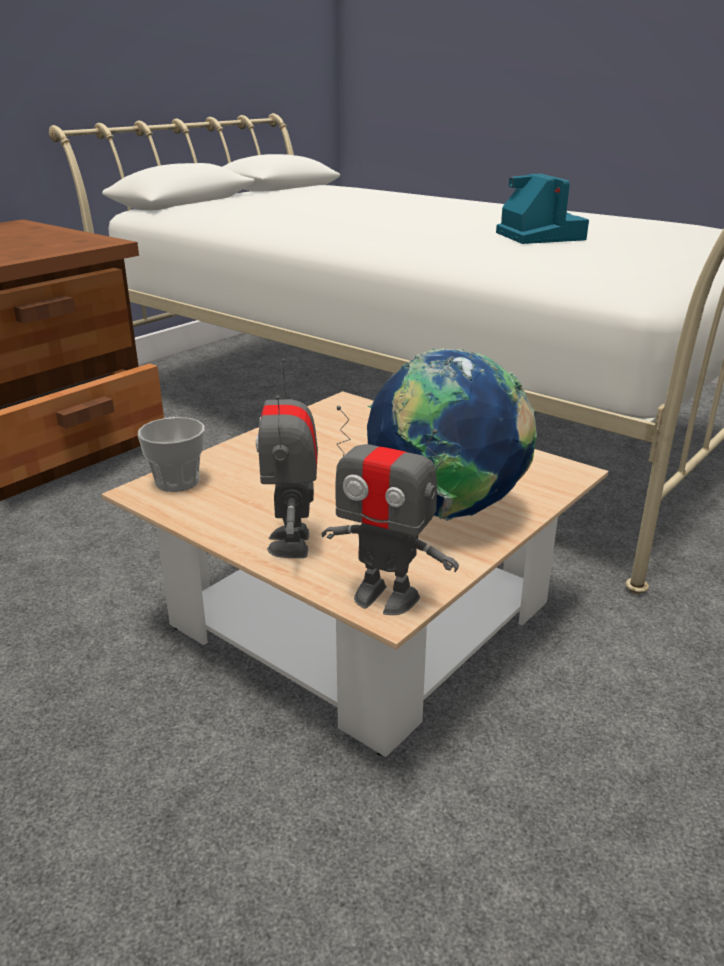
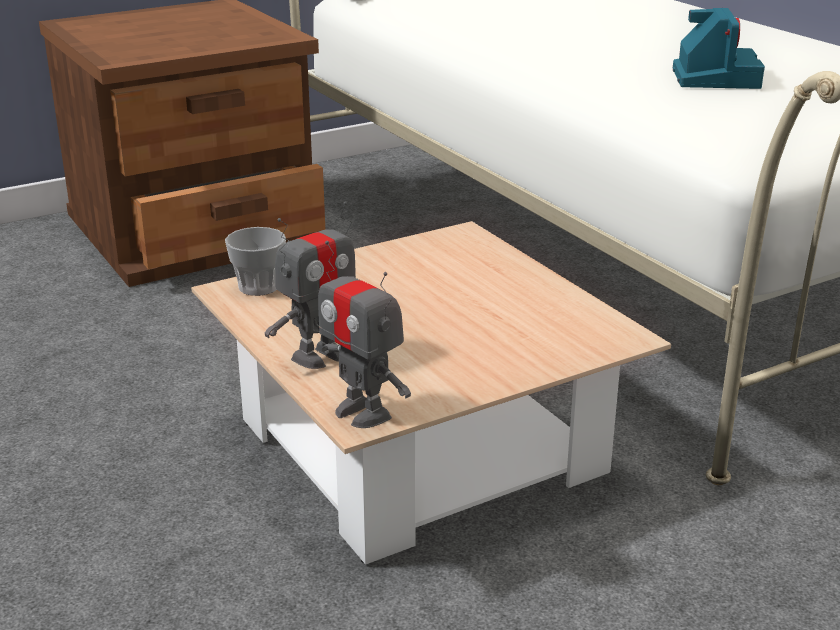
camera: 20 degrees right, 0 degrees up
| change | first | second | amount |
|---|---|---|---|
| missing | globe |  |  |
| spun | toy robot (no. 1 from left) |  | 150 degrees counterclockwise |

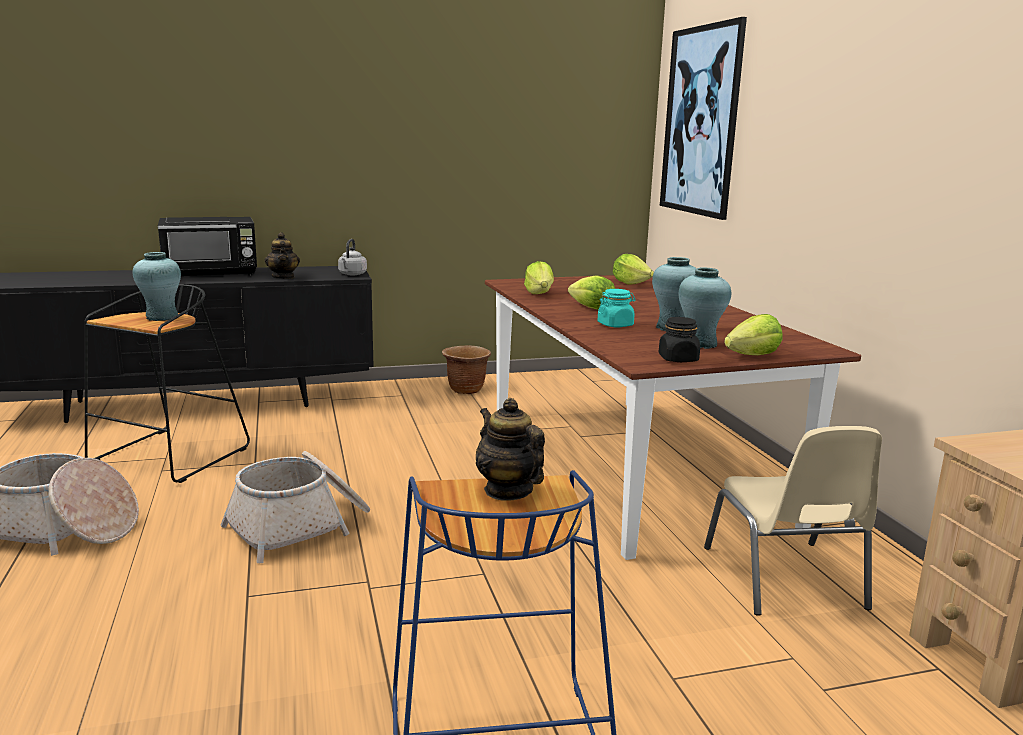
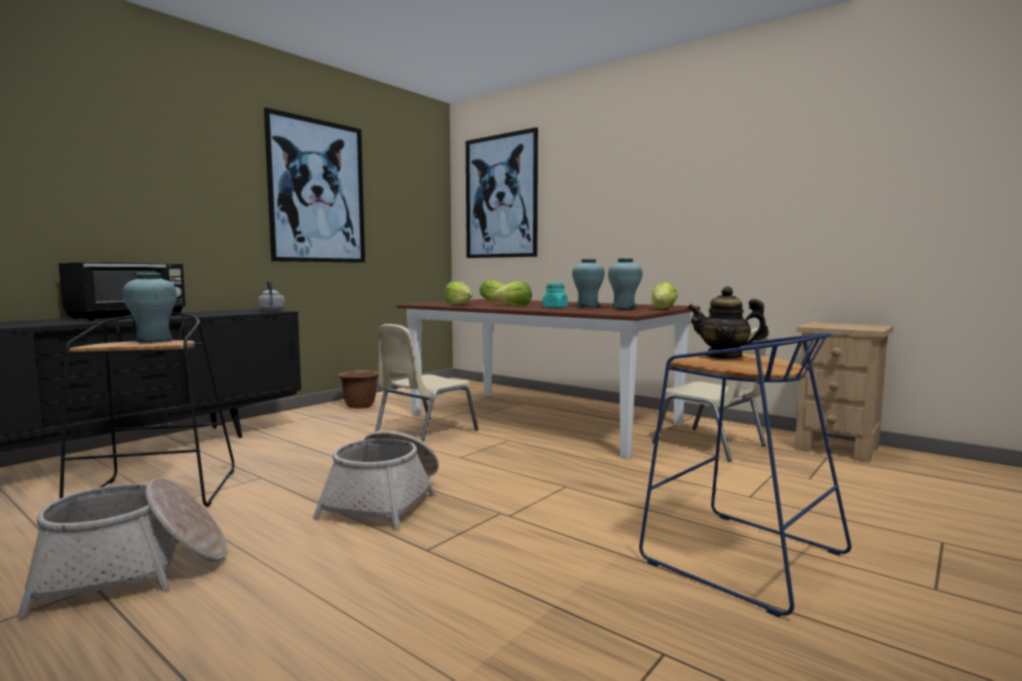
camera: 35 degrees left, 10 degrees down
| change | first | second | amount |
|---|---|---|---|
| missing | teapot (no. 1 from left) |  |  |
| missing | black jar |  |  |
| appeared |  | picture (no. 1 from left) |  |
| appeared |  | beige chair (no. 1 from left) |  |

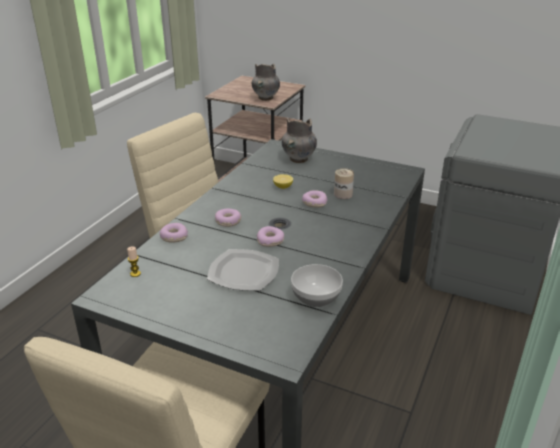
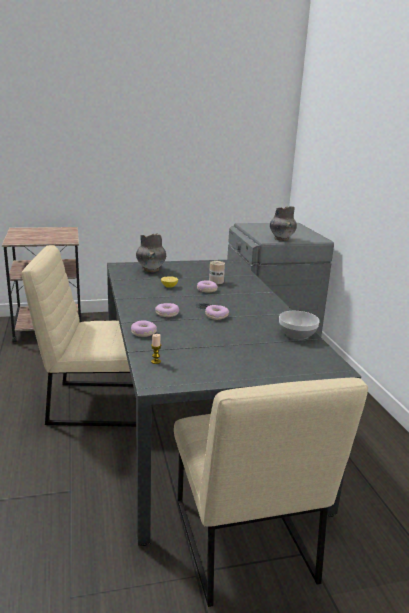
camera: 40 degrees left, 10 degrees down
| change | first | second | amount |
|---|---|---|---|
| relocated | grey vase (no. 1 from left in the first image) | grey vase (no. 2 from left) |  |
| missing | plate |  |  |

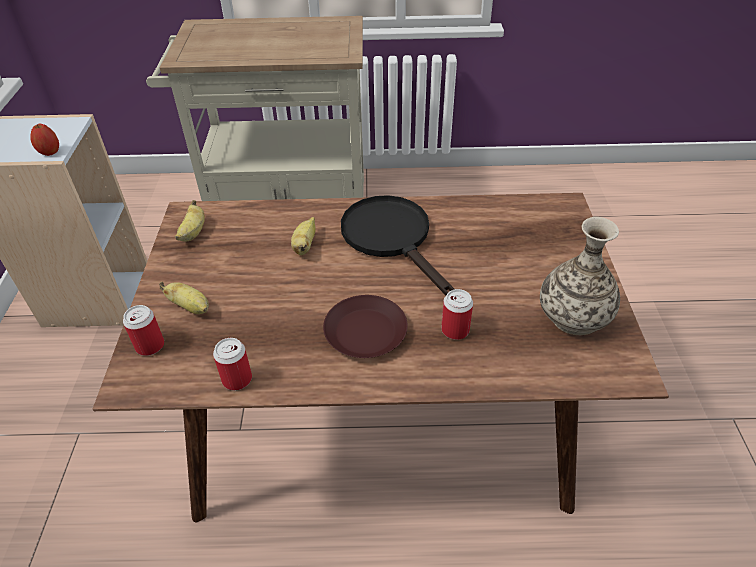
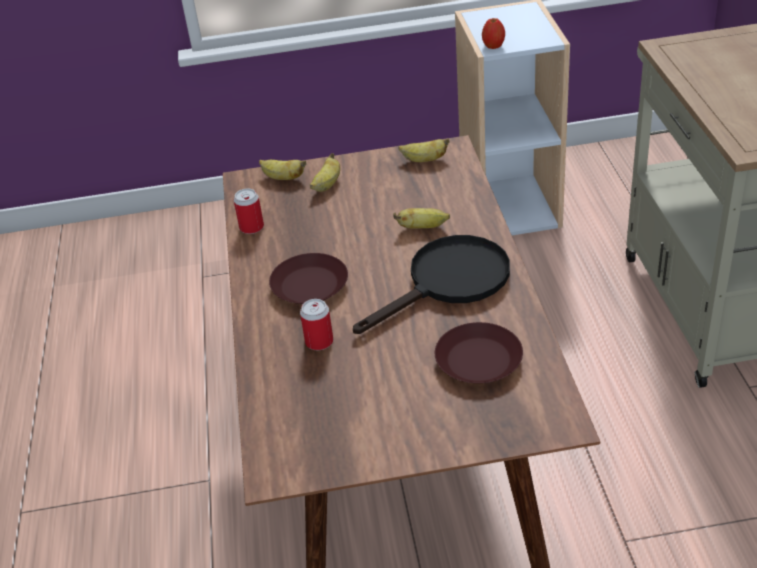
camera: 85 degrees right, 5 degrees down
| change | first | second | amount |
|---|---|---|---|
| missing | vase |  |  |
| exchanged | can (no. 1 from left) | banana (no. 1 from left) |  |
| appeared |  | brown plate (no. 2 from left) |  |

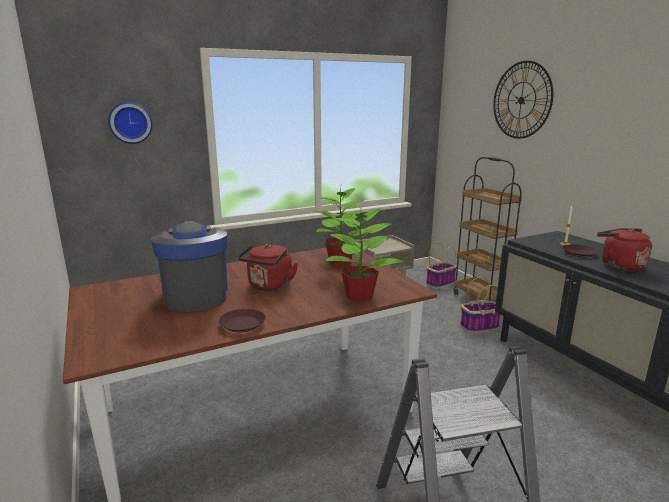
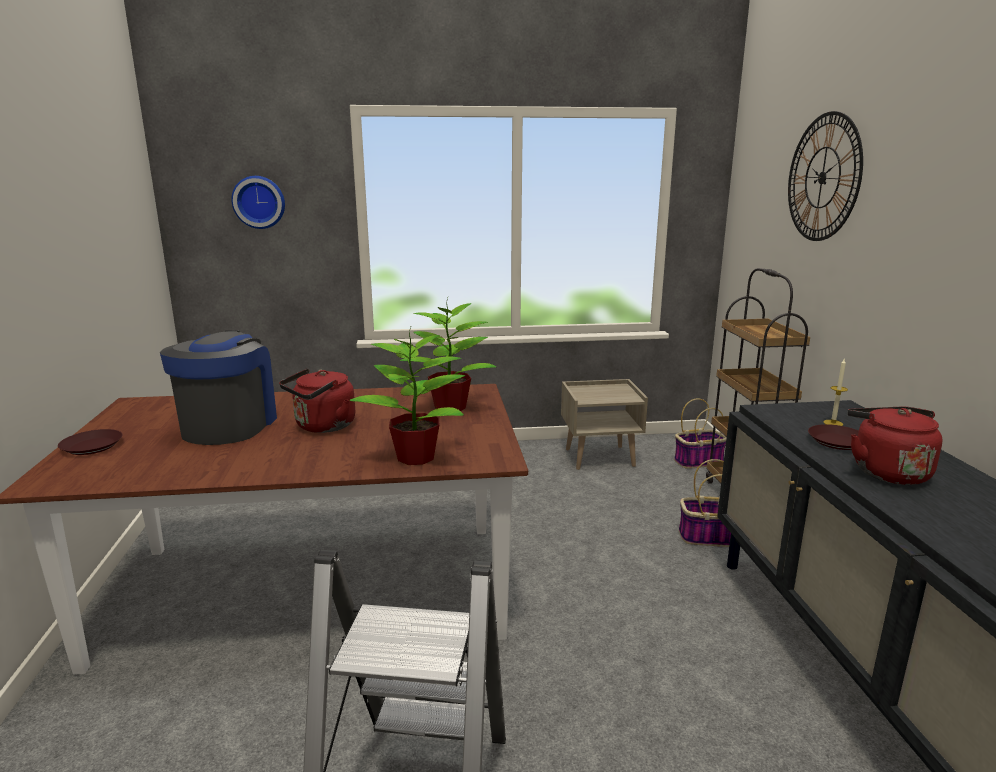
camera: 20 degrees right, 0 degrees up
| change | first | second | amount |
|---|---|---|---|
| relocated | brown plate (no. 1 from left) |  |  |

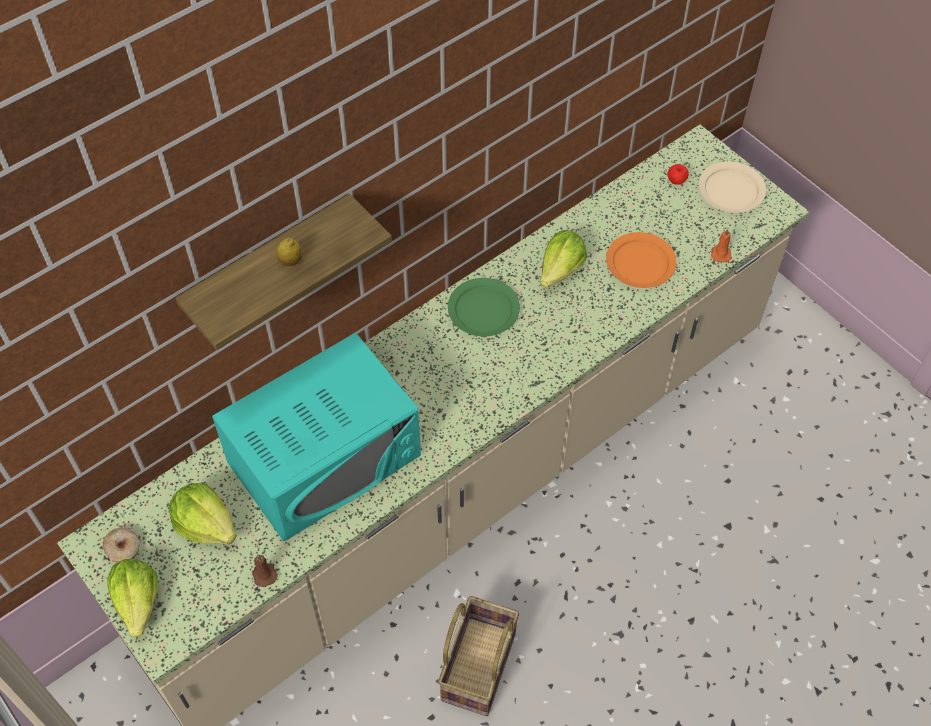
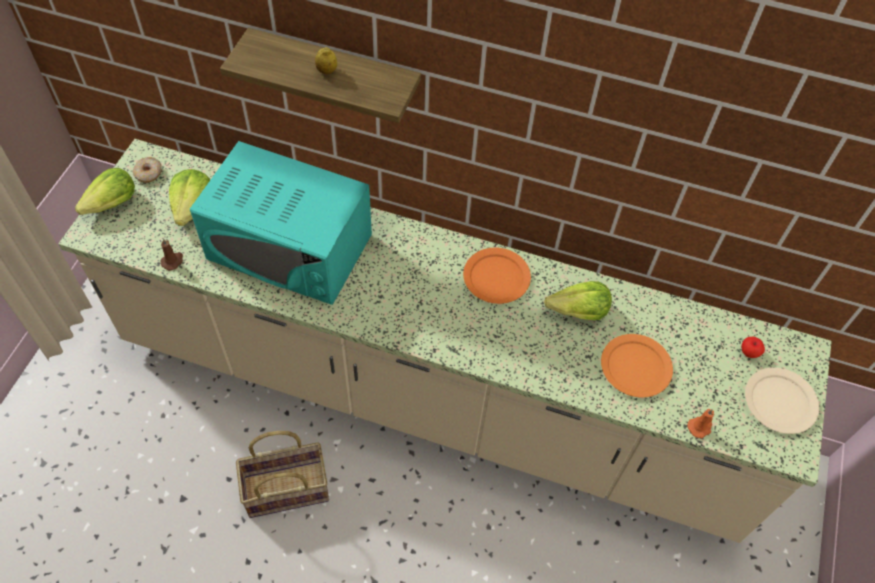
camera: 55 degrees right, 0 degrees up
| change | first | second | amount |
|---|---|---|---|
| colour | green plate | orange plate (no. 1 from left) |  |

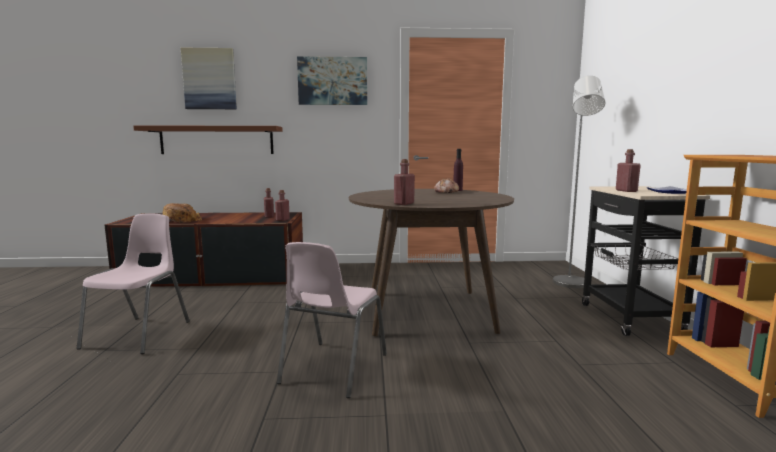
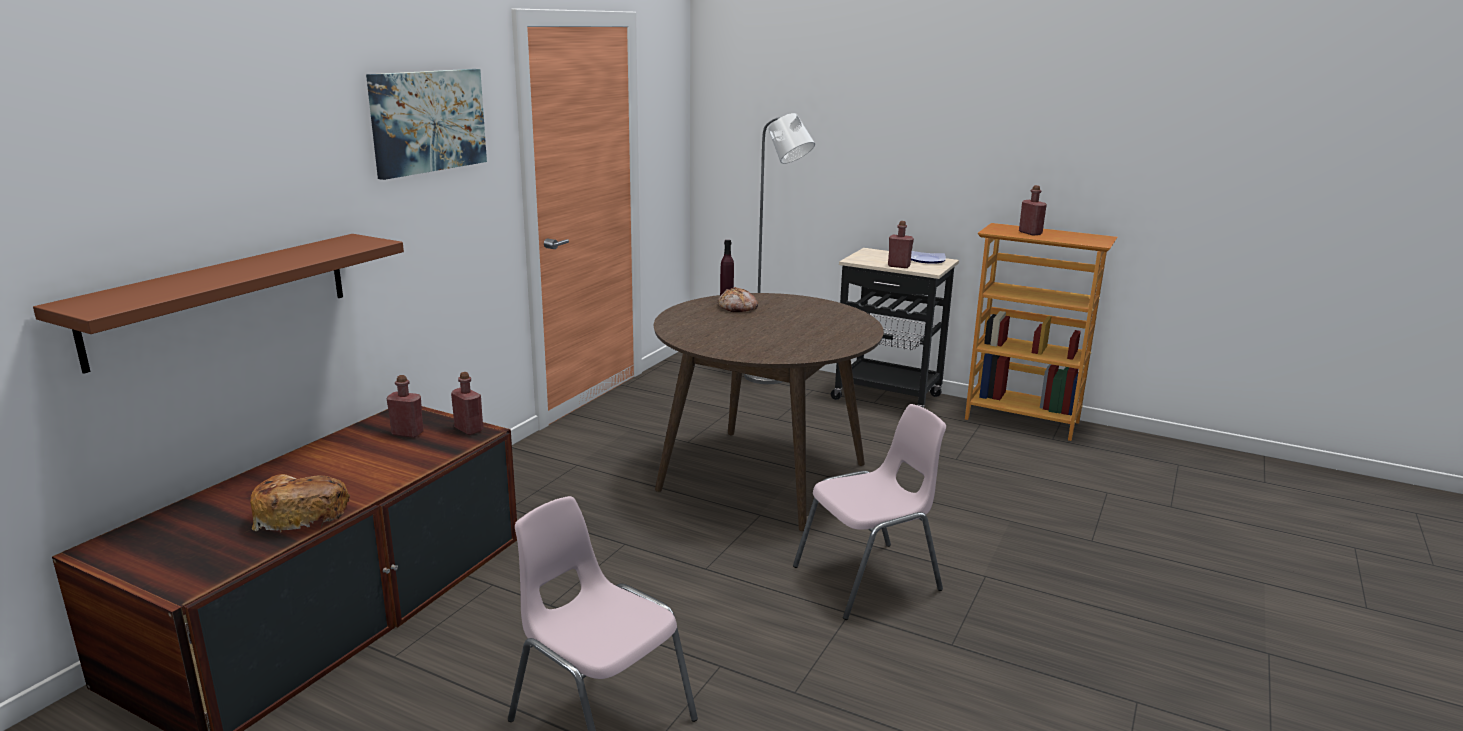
camera: 60 degrees left, 10 degrees up
| change | first | second | amount |
|---|---|---|---|
| missing | picture (no. 1 from left) |  |  |
| relocated | red bottle (no. 3 from left in the first image) | red bottle (no. 4 from left) |  |
| spun | pink chair (no. 2 from left) |  | 75 degrees counterclockwise |

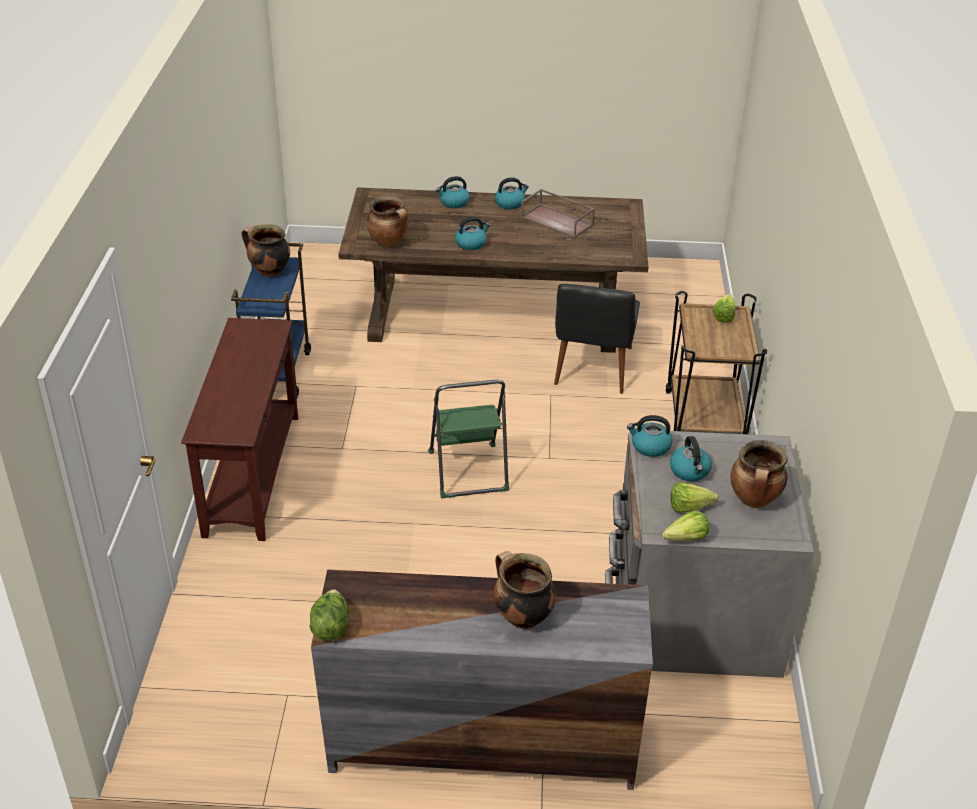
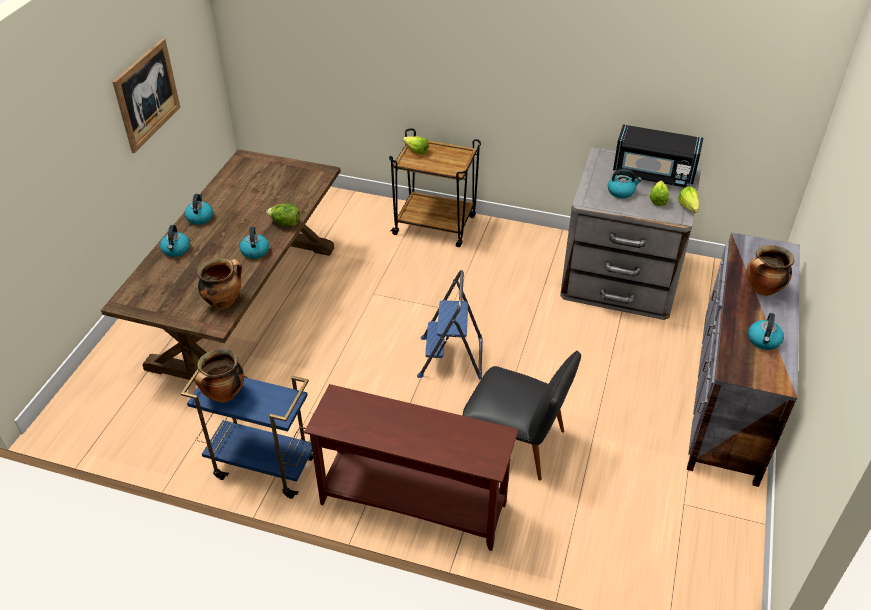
camera: 75 degrees left, 5 degrees up
| change | first | second | amount |
|---|---|---|---|
| missing | brown tray |  |  |
| relocated | black chair |  |  |
| colour | green step ladder | blue step ladder |  |
| relocated | kettle (no. 4 from left in the first image) | kettle (no. 5 from left) |  |
| exchanged | cooking pot (no. 4 from left) | black microwave |  |
| relocated | lettuce (no. 1 from left) |  |  |
| appeared |  | picture |  |

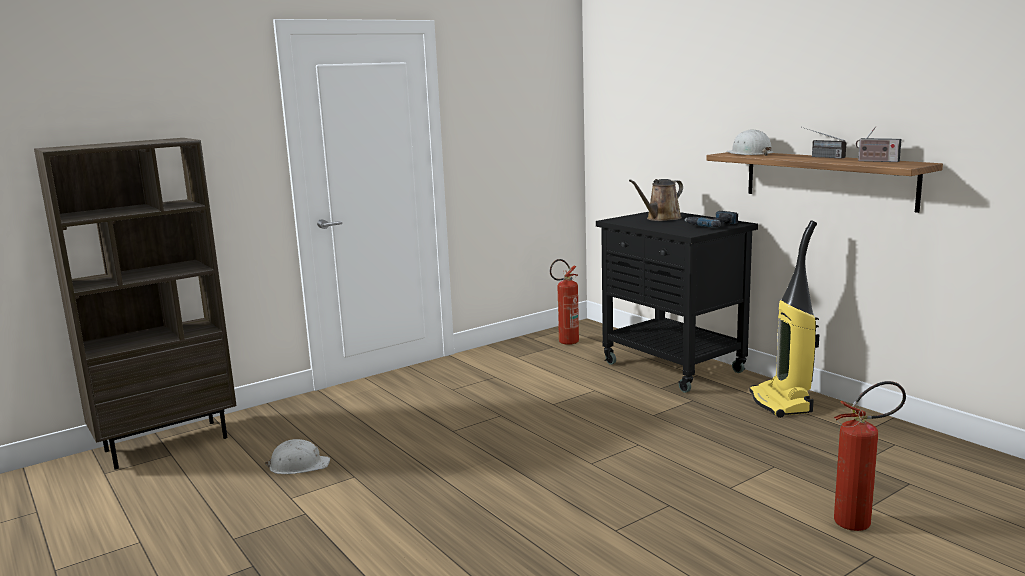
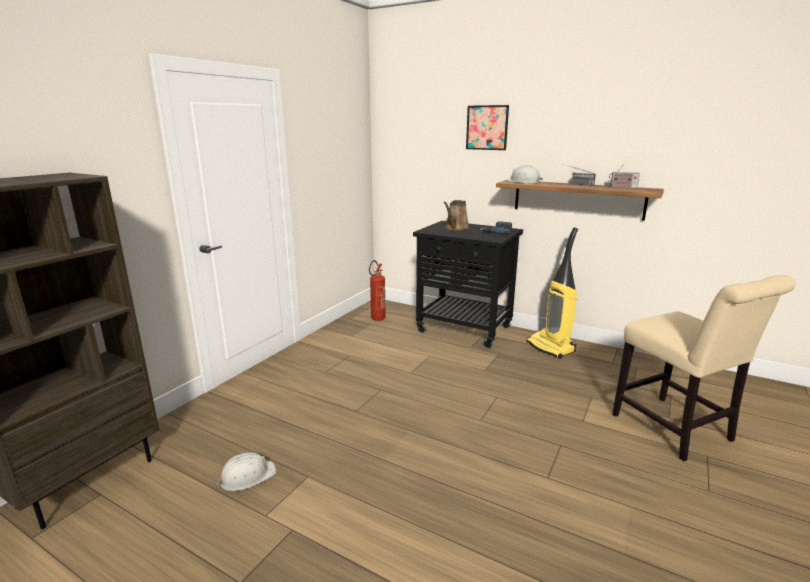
camera: 25 degrees left, 5 degrees up
| change | first | second | amount |
|---|---|---|---|
| exchanged | fire extinguisher (no. 2 from left) | beige chair |  |
| appeared |  | picture |  |

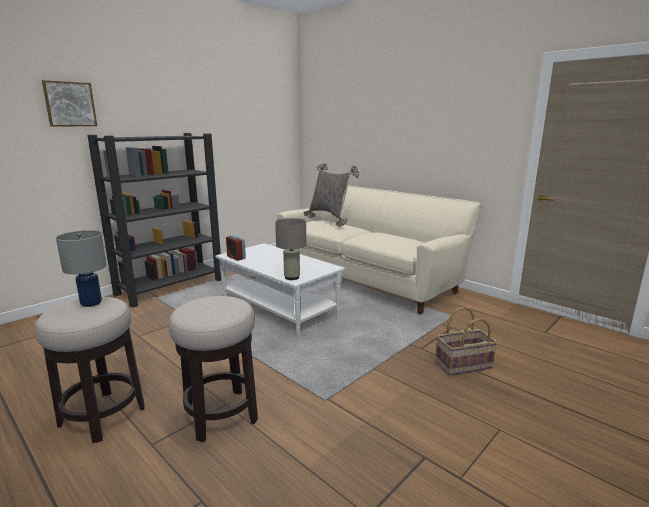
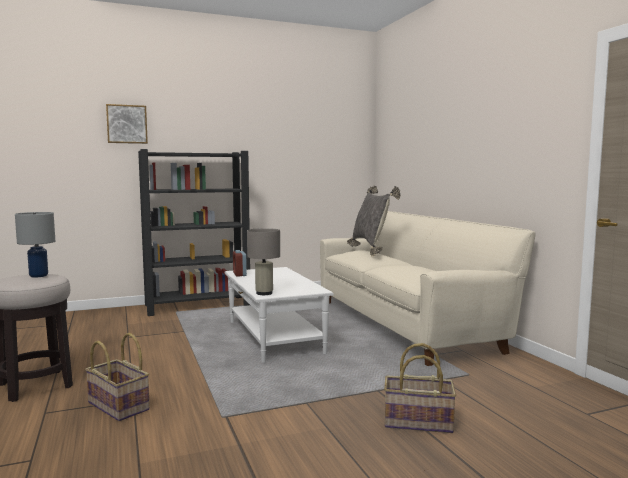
camera: 25 degrees right, 10 degrees down
| change | first | second | amount |
|---|---|---|---|
| exchanged | stool (no. 2 from left) | basket (no. 1 from left) |  |

